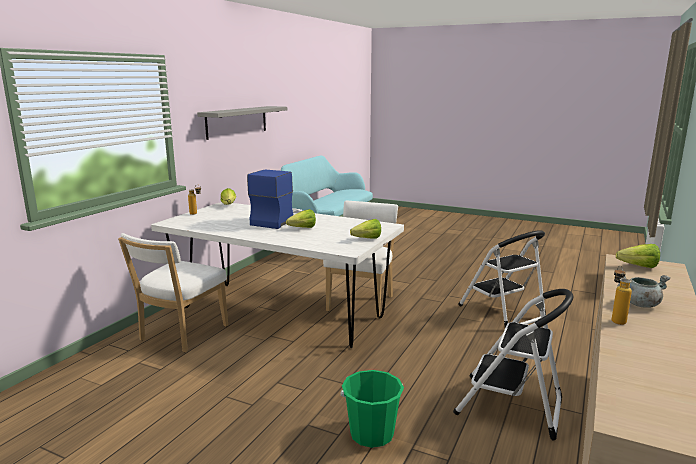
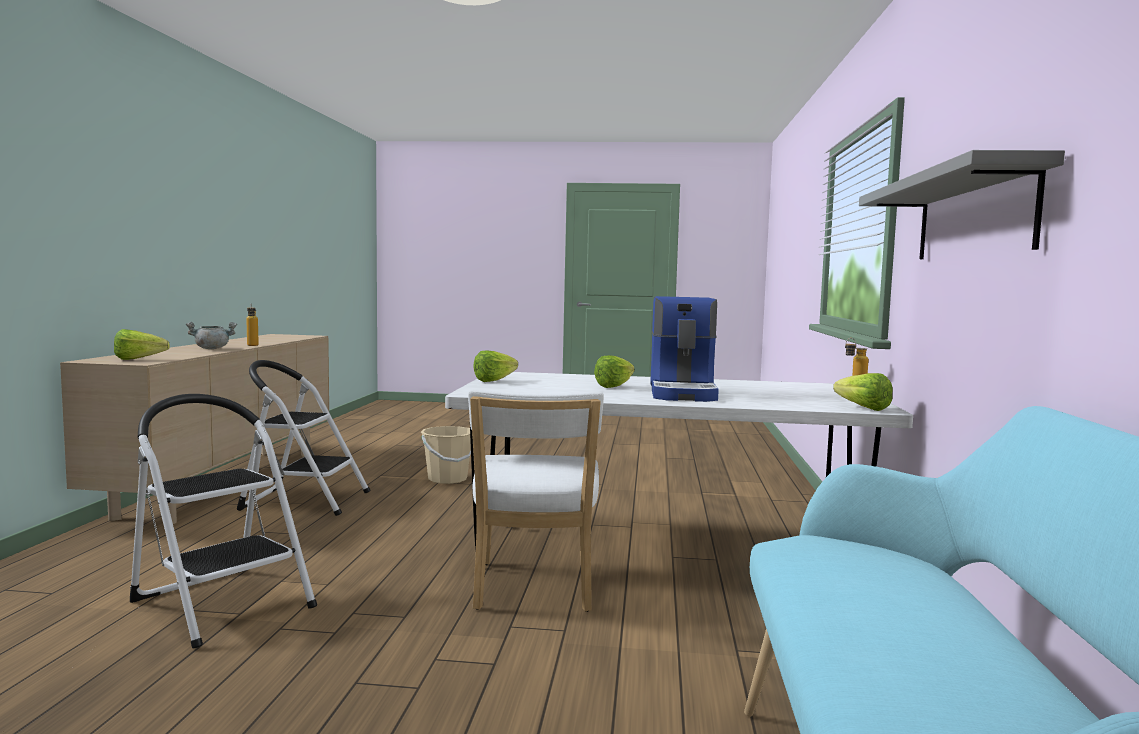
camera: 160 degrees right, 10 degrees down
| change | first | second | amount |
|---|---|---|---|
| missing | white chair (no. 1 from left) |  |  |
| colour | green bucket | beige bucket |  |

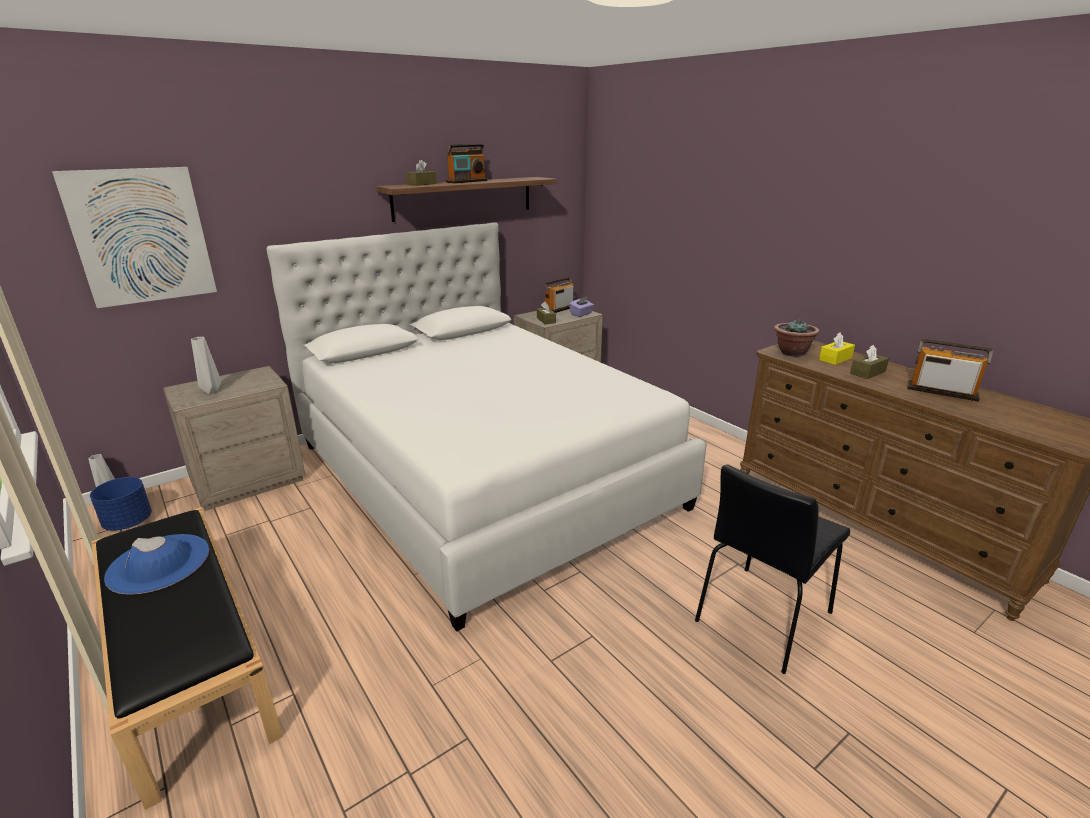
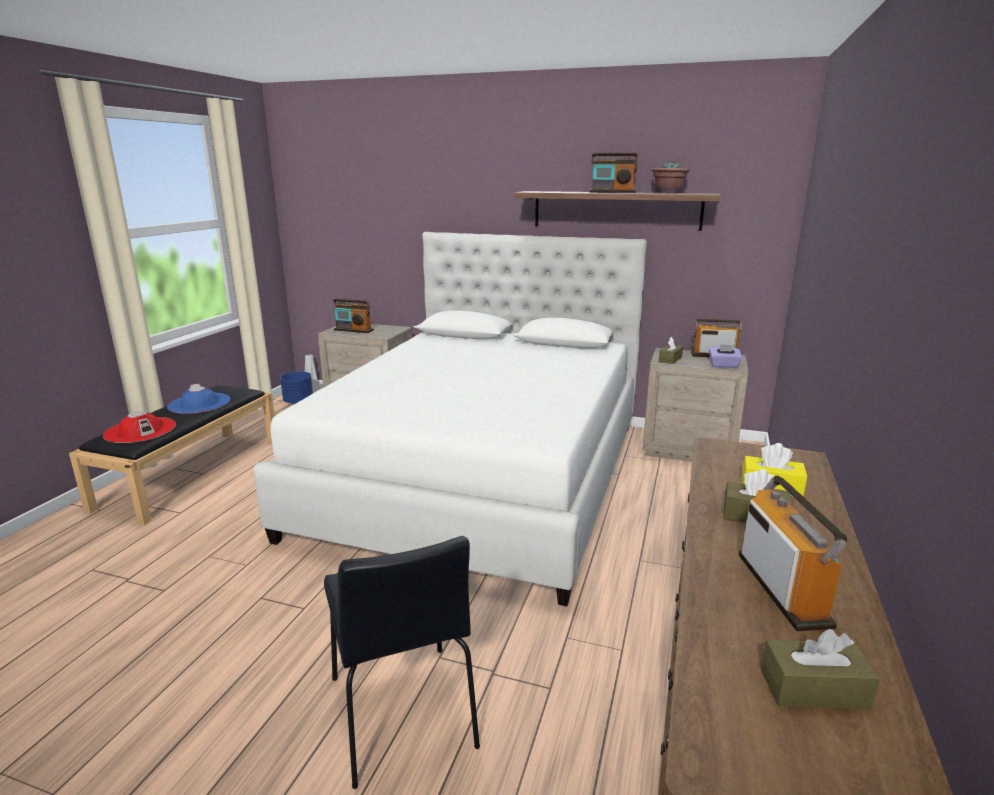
camera: 55 degrees right, 5 degrees down
| change | first | second | amount |
|---|---|---|---|
| relocated | brown tissue box (no. 1 from left in the first image) | brown tissue box (no. 3 from left) |  |
| missing | picture |  |  |
| relocated | potted plant |  |  |
| exchanged | grey vase (no. 2 from left) | radio (no. 1 from left) |  |
| spun | black chair |  | 120 degrees counterclockwise |
| appeared |  | red hat |  |

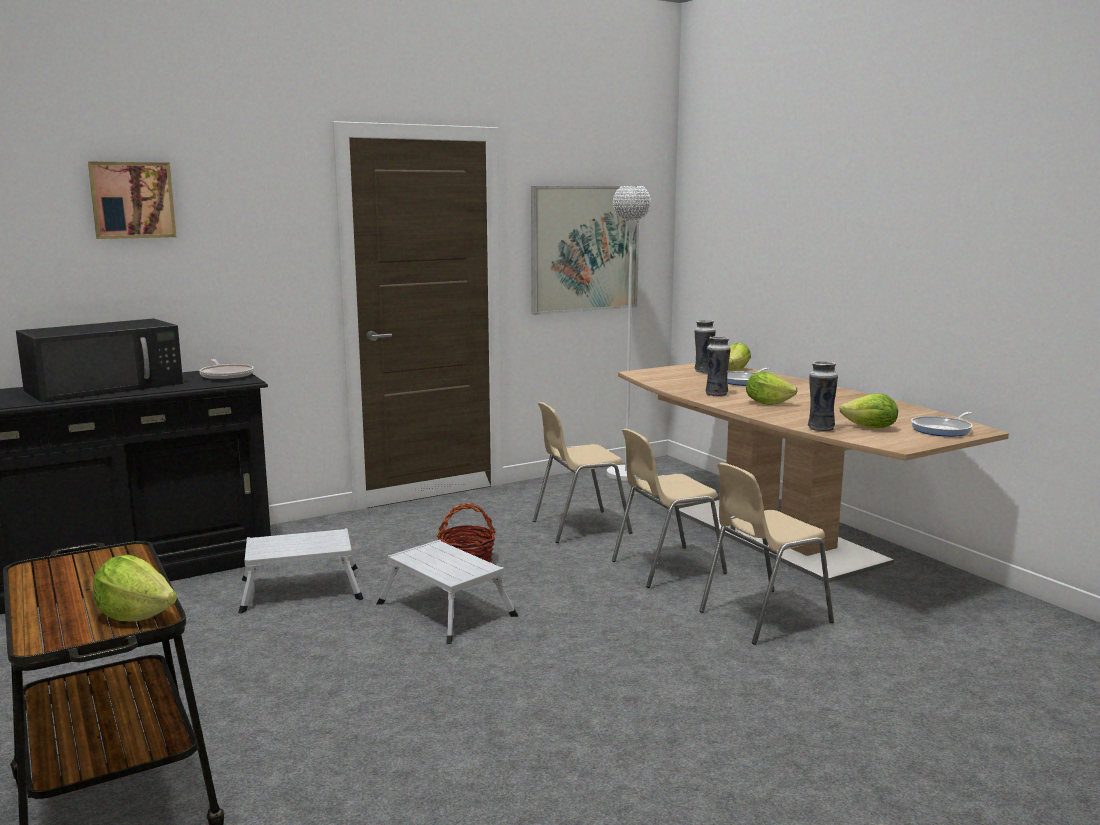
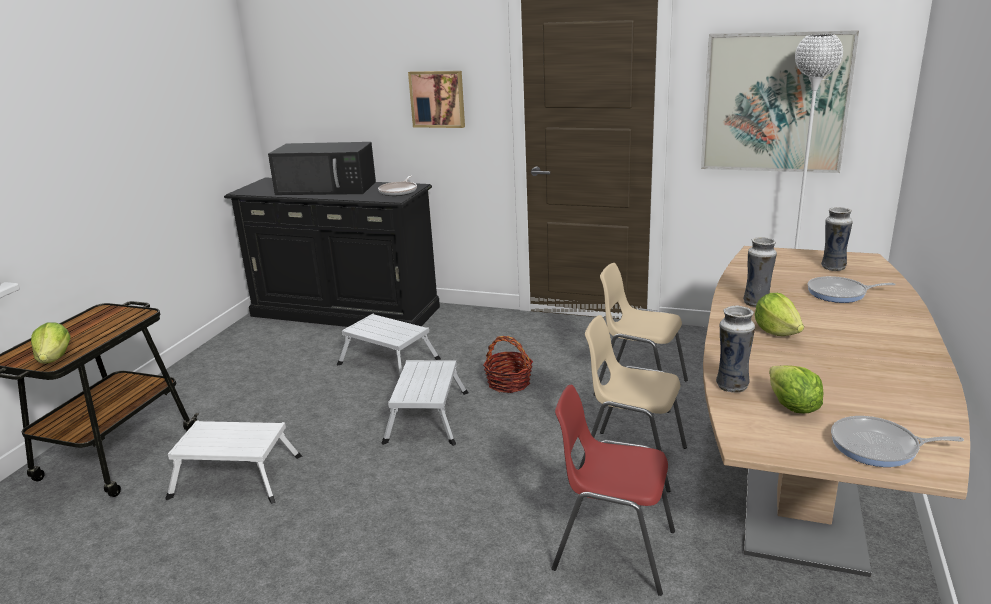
camera: 50 degrees right, 10 degrees up
| change | first | second | amount |
|---|---|---|---|
| relocated | picture (no. 1 from left) |  |  |
| missing | lettuce (no. 2 from left) |  |  |
| colour | beige chair (no. 3 from left) | red chair |  |
| appeared |  | white step ladder (no. 1 from left) |  |

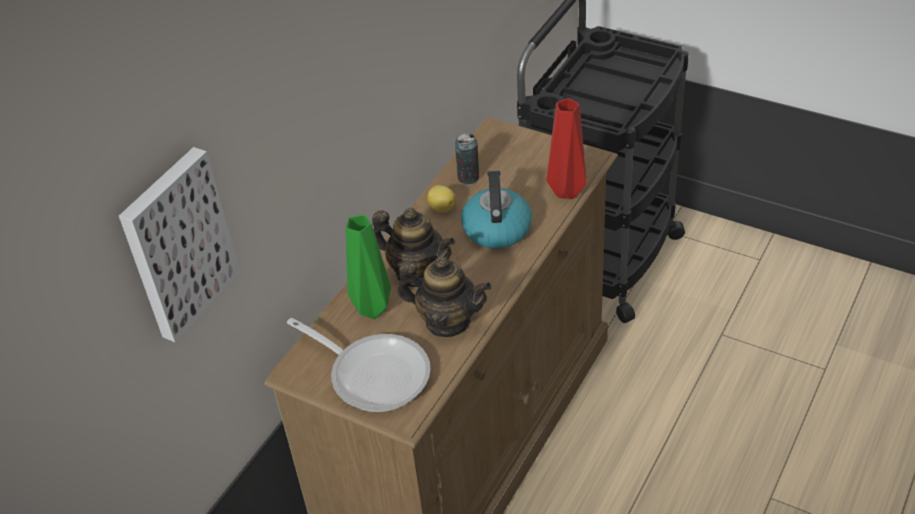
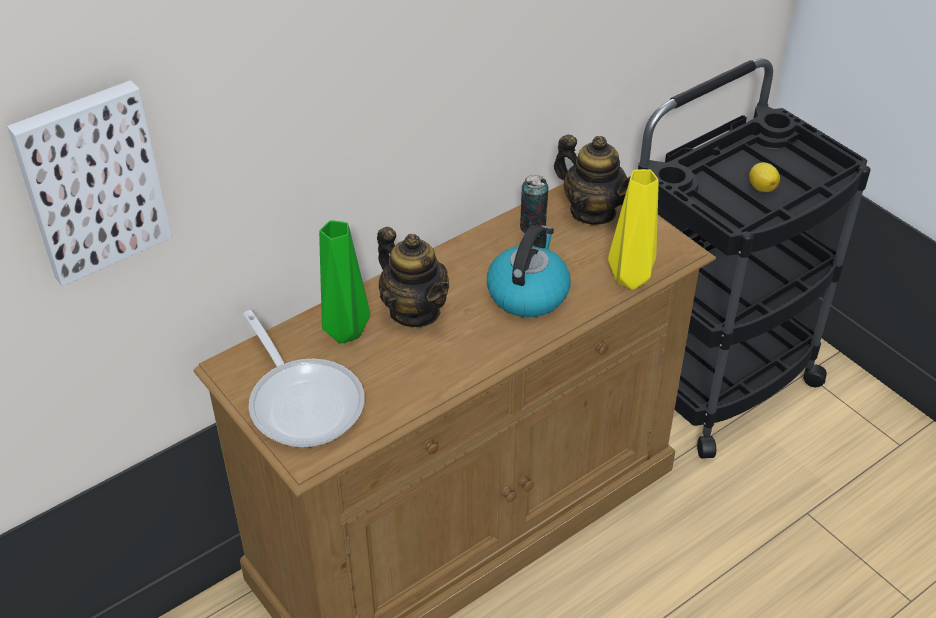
camera: 20 degrees right, 0 degrees up
| change | first | second | amount |
|---|---|---|---|
| colour | red vase | yellow vase |  |
| relocated | lemon |  |  |
| relocated | teapot (no. 2 from left) |  |  |

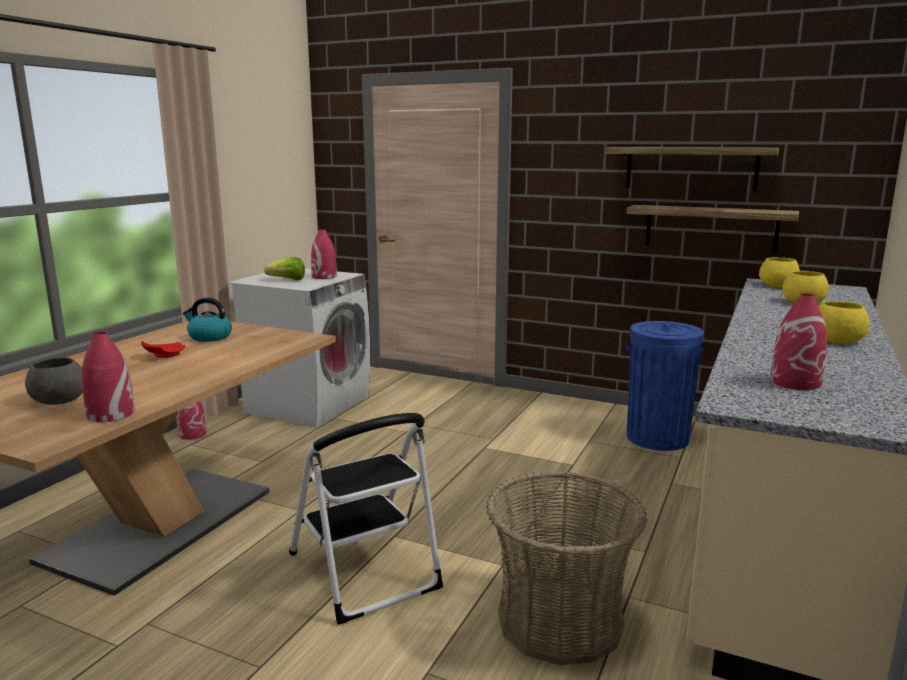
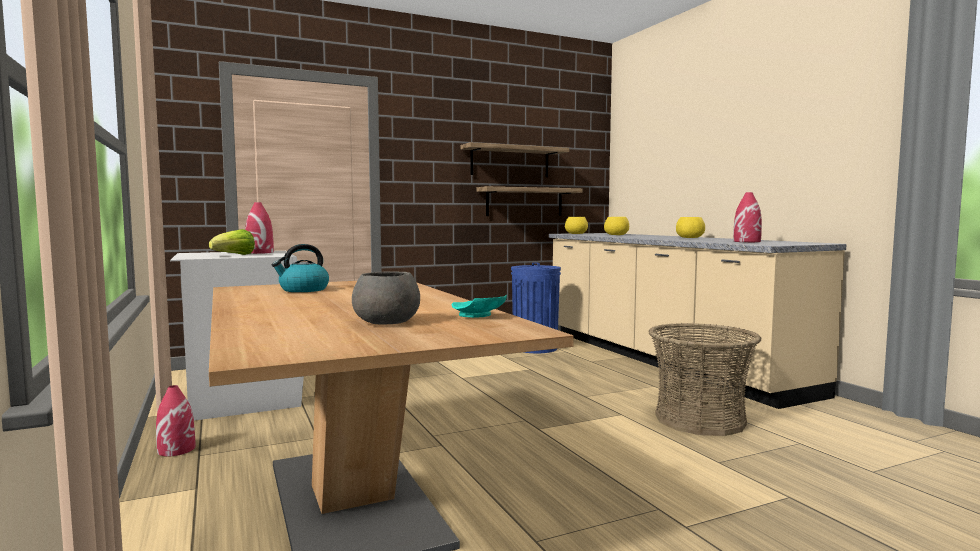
camera: 50 degrees left, 10 degrees down
| change | first | second | amount |
|---|---|---|---|
| exchanged | red vase (no. 1 from left) | turquoise plate |  |
| missing | red plate |  |  |
| missing | step ladder |  |  |

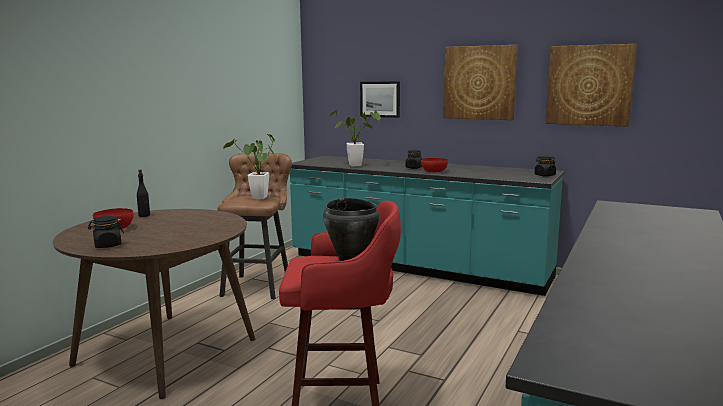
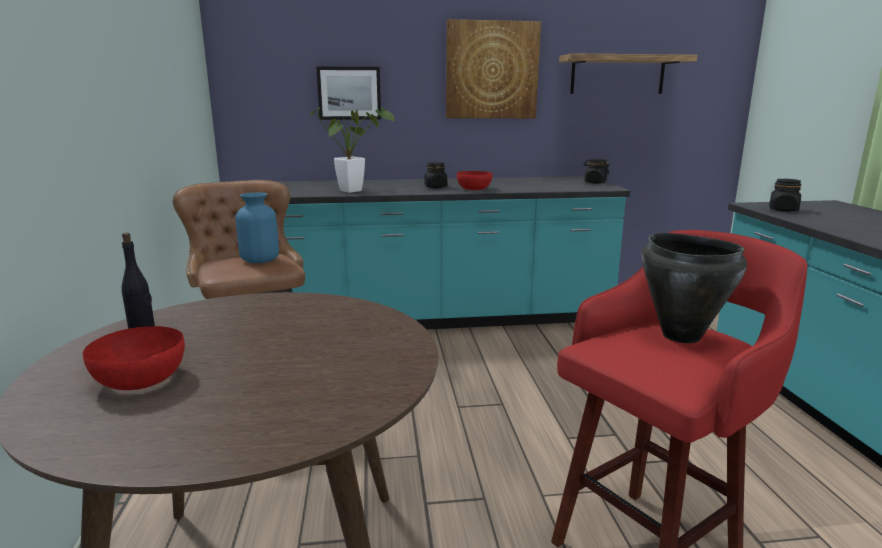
camera: 35 degrees left, 5 degrees up
| change | first | second | amount |
|---|---|---|---|
| exchanged | picture (no. 3 from left) | shelf |  |
| exchanged | potted plant (no. 1 from left) | blue vase |  |
| relocated | black jar (no. 1 from left in the first image) | black jar (no. 3 from left) |  |

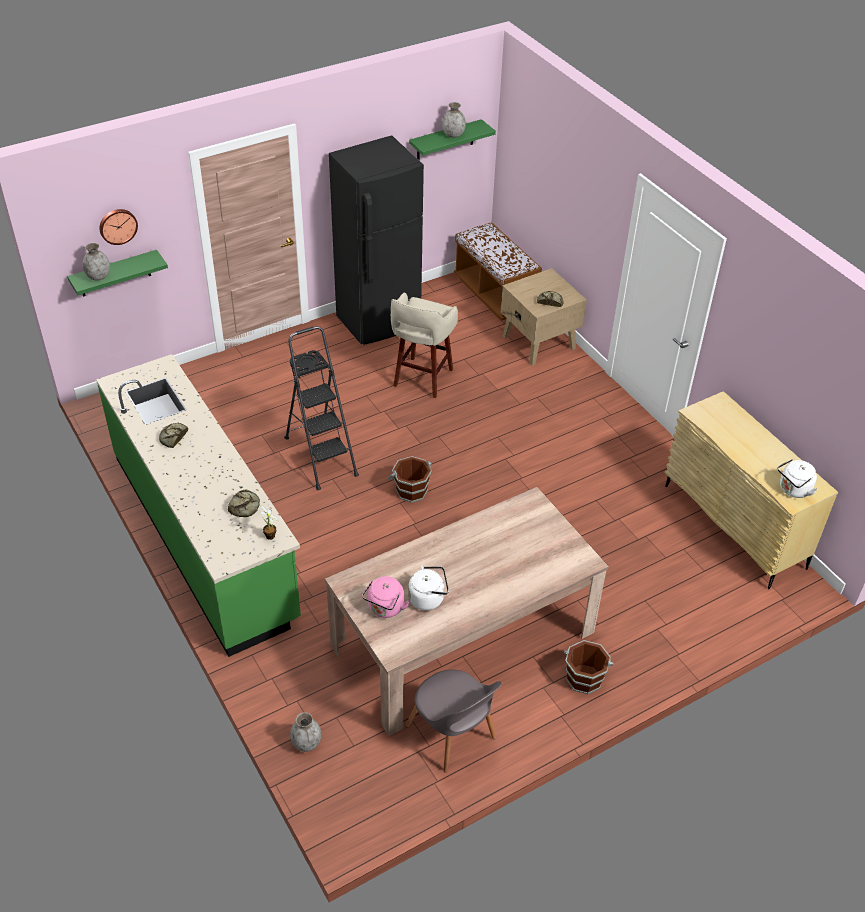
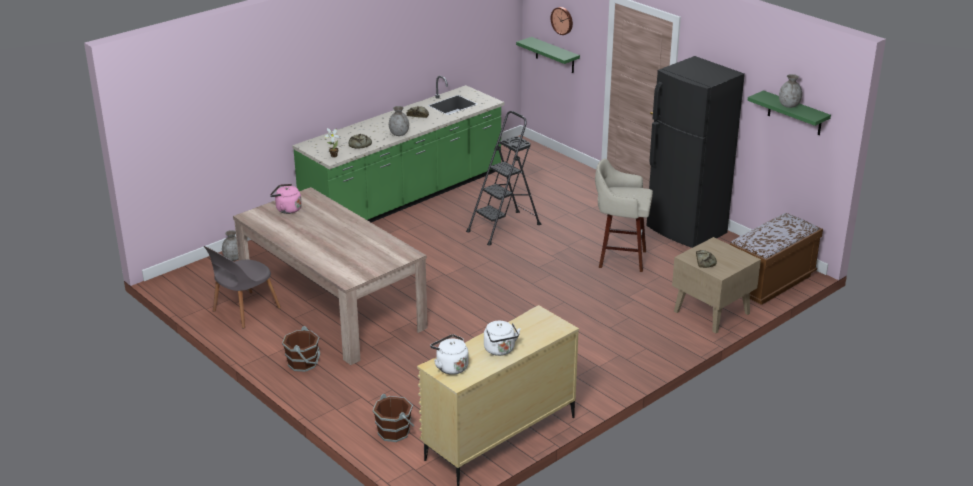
camera: 80 degrees right, 15 degrees down
| change | first | second | amount |
|---|---|---|---|
| relocated | grey vase (no. 1 from left in the first image) | grey vase (no. 2 from left) |  |
| relocated | brown bucket (no. 1 from left in the first image) | brown bucket (no. 2 from left) |  |
| relocated | white kettle (no. 1 from left in the first image) | white kettle (no. 2 from left) |  |

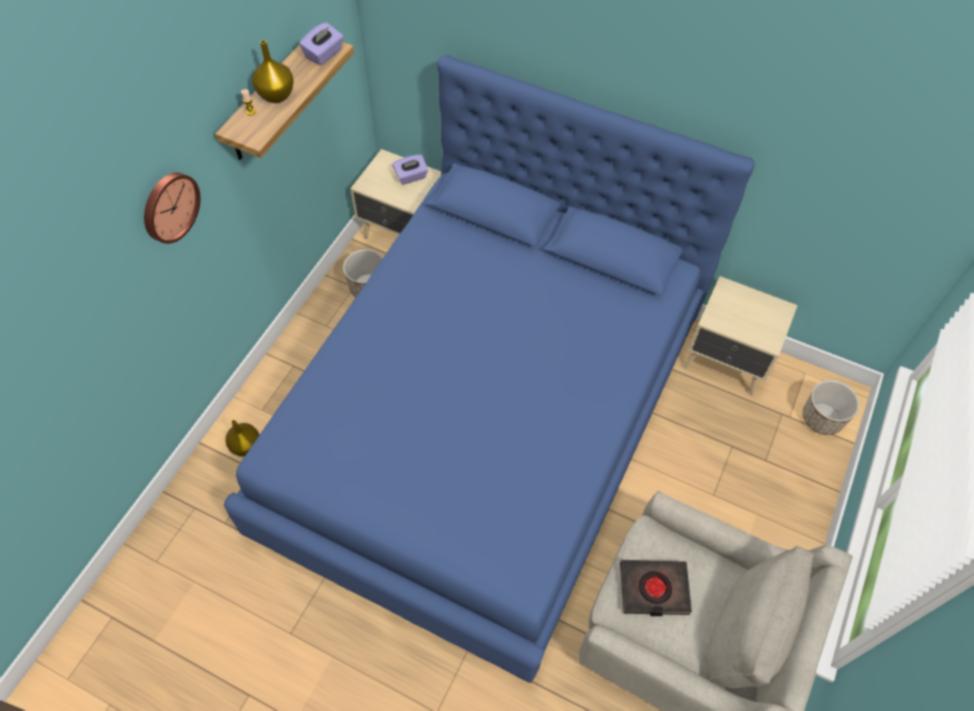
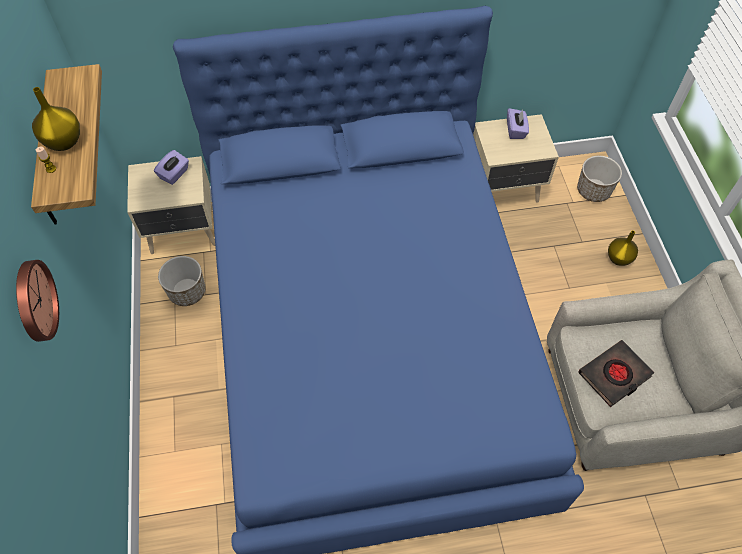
camera: 35 degrees left, 0 degrees up
| change | first | second | amount |
|---|---|---|---|
| relocated | purple tissue box (no. 1 from left in the first image) | purple tissue box (no. 2 from left) |  |
| relocated | yellow vase (no. 1 from left in the first image) | yellow vase (no. 2 from left) |  |

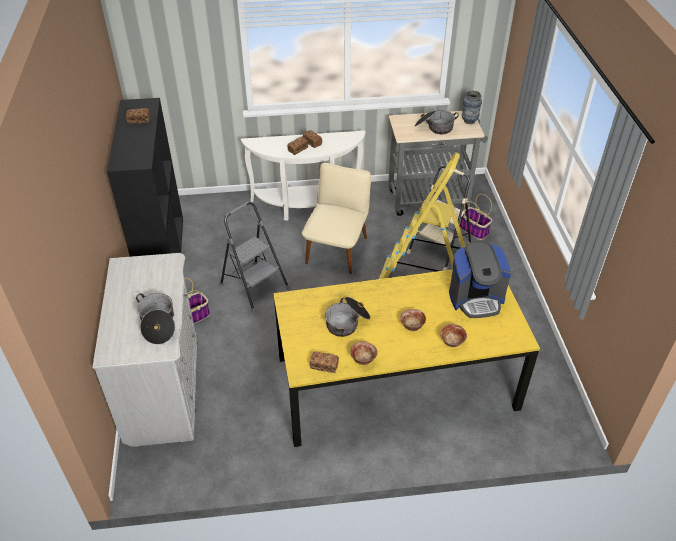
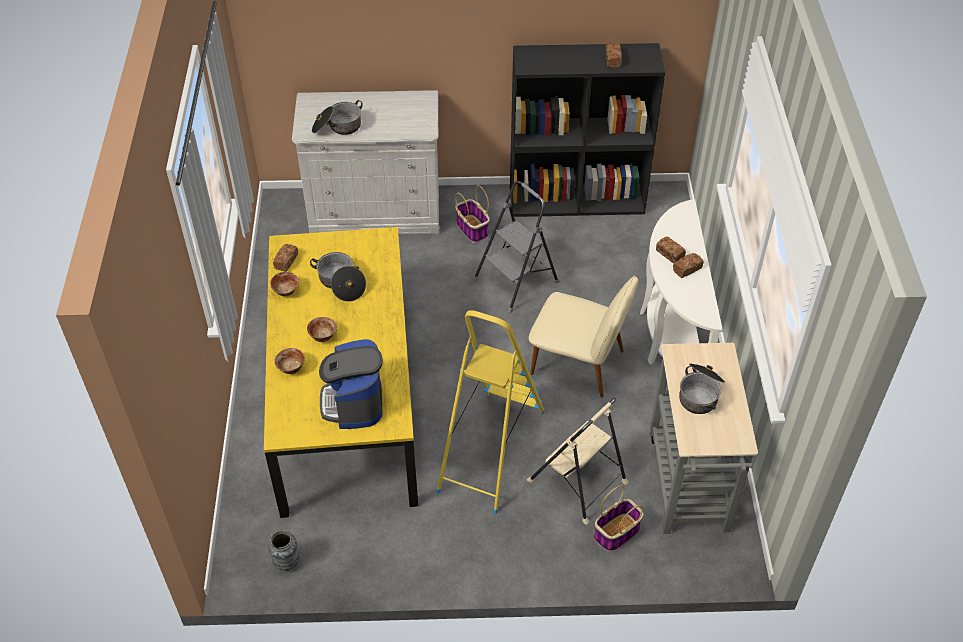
camera: 95 degrees right, 5 degrees up
| change | first | second | amount |
|---|---|---|---|
| relocated | vase |  |  |

